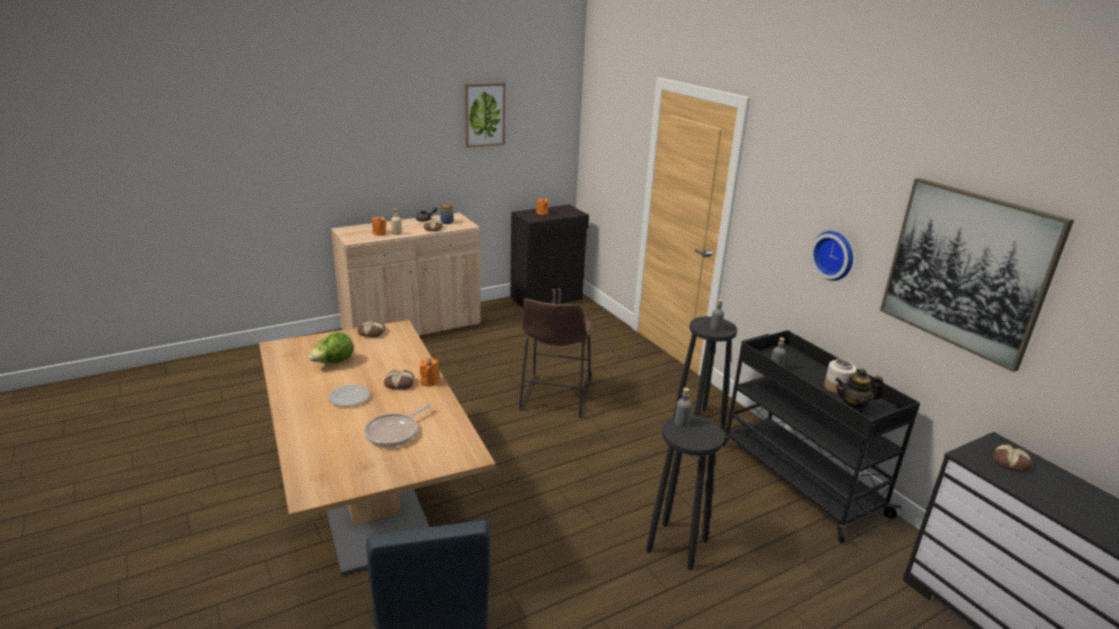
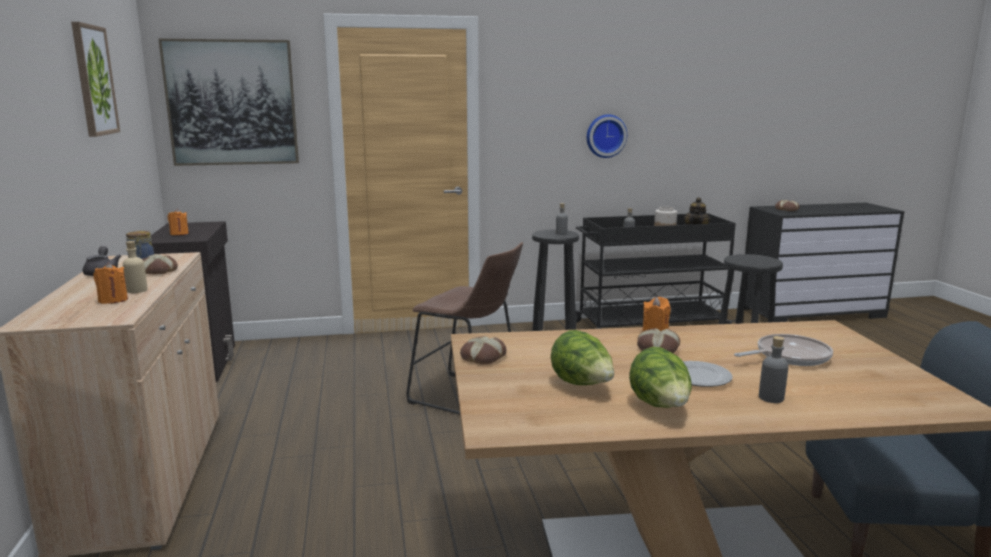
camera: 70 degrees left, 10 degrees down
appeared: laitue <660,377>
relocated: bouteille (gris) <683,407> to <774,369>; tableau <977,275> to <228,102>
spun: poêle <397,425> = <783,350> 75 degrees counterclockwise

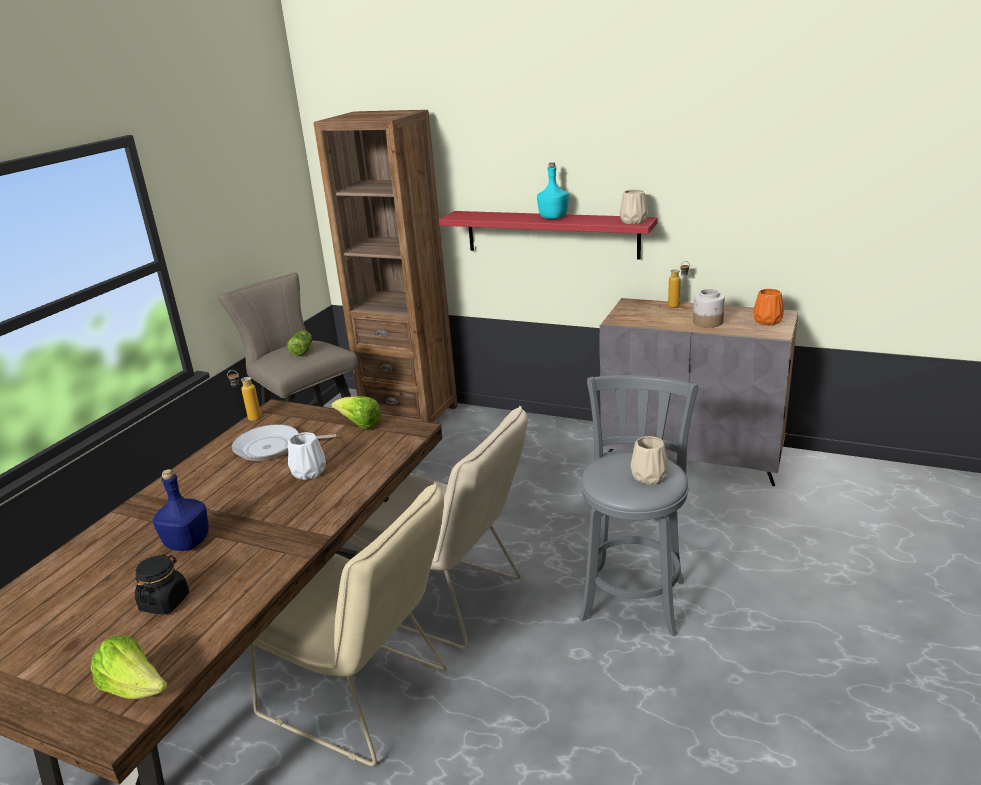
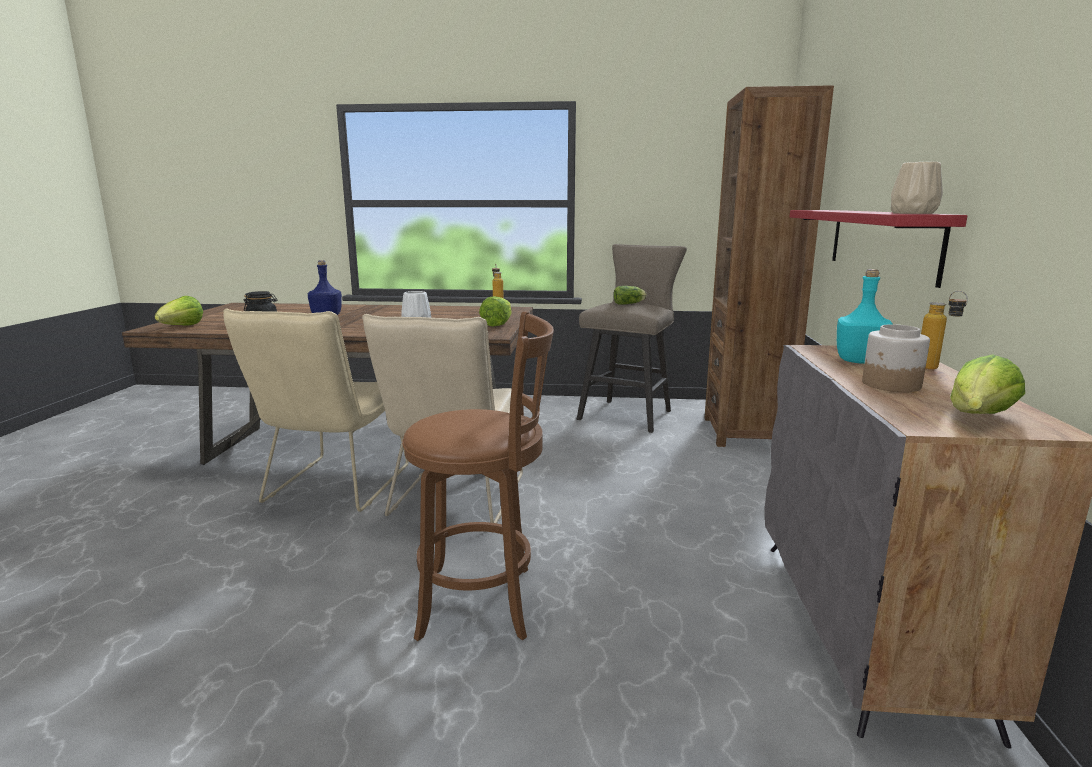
camera: 70 degrees right, 10 degrees down
missing: poêle <284,442>; vase (beige) <649,460>
relocated: bouteille (turquoise) <553,190> to <865,316>
exchanged: vase (orange) <768,307> to laitue <987,384>
colour: tabouret (gris) <638,505> to tabouret (marron) <478,476>

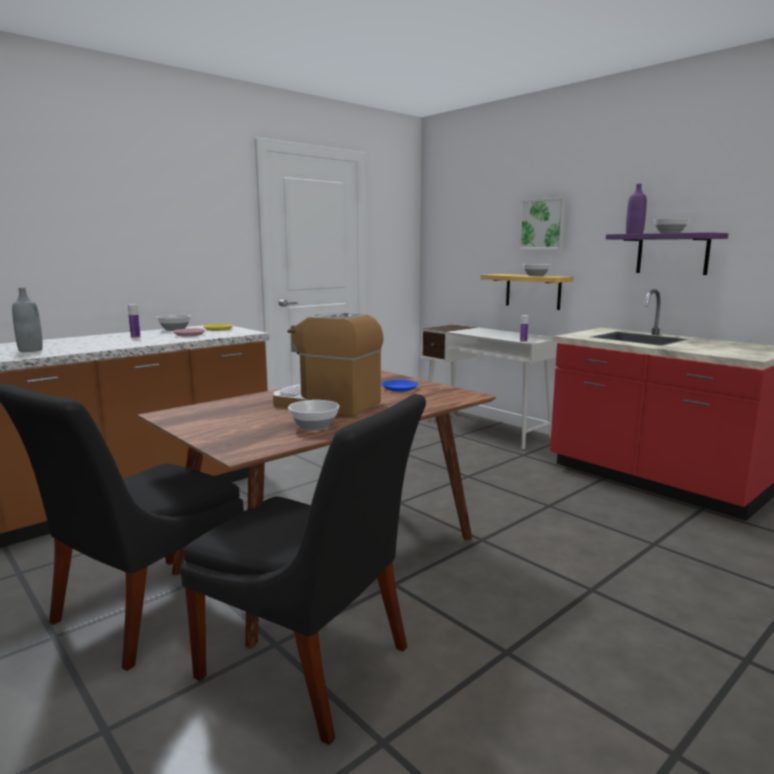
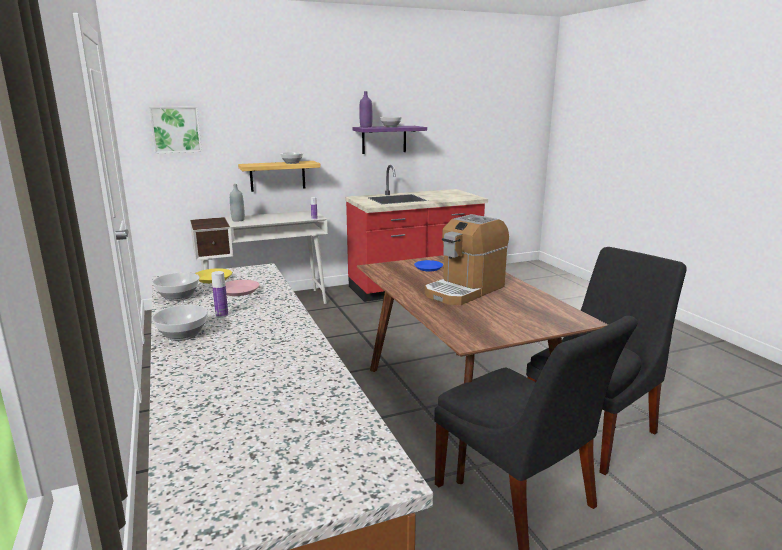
camera: 70 degrees left, 5 degrees up
relocated: bouteille (gris) <27,320> to <237,203>; bol <313,415> to <180,323>; tableau <543,223> to <175,130>

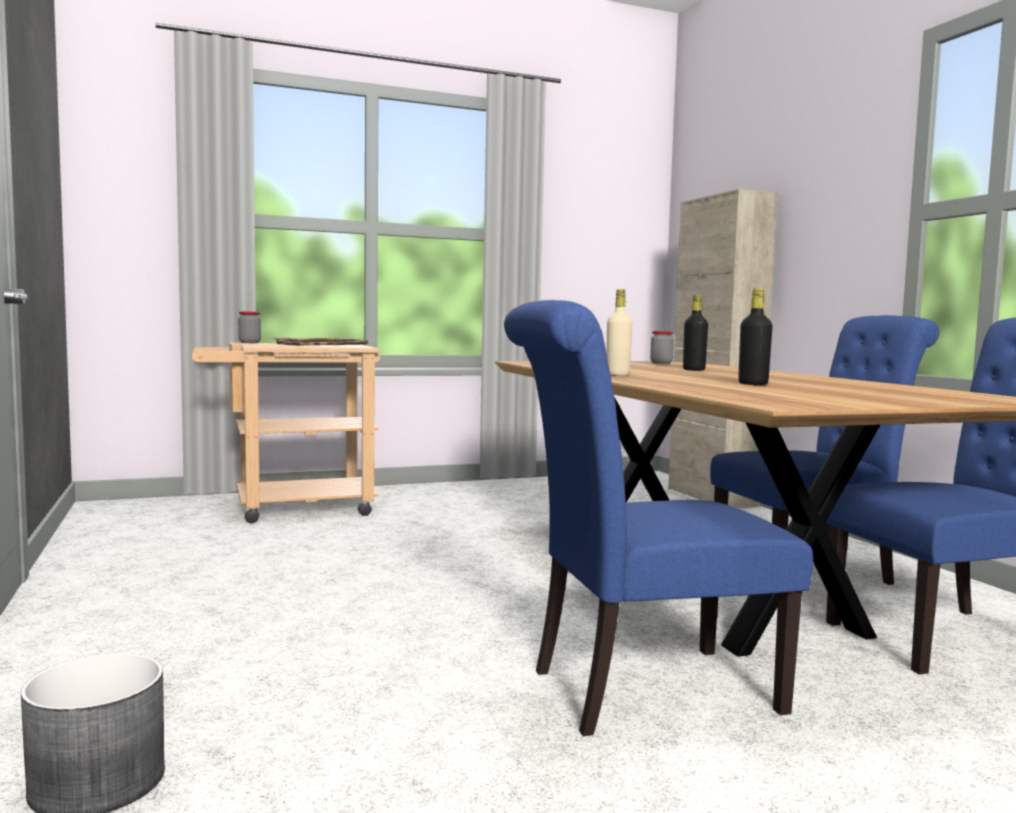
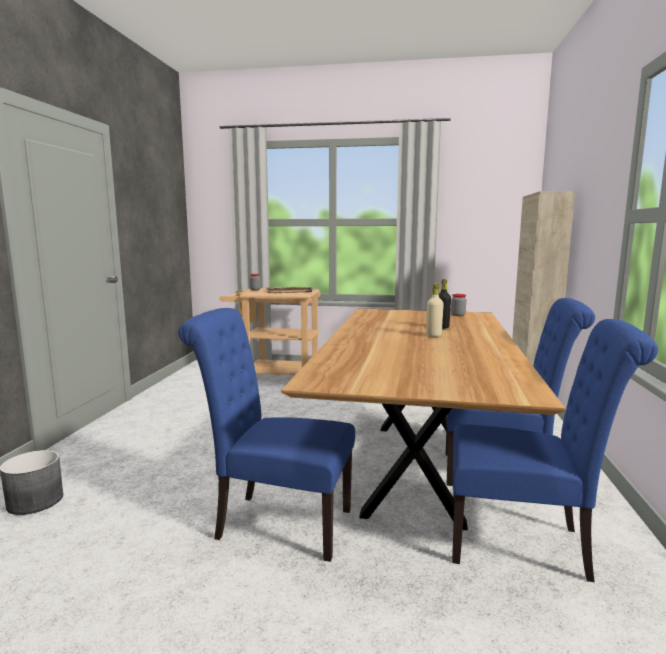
camera: 30 degrees right, 5 degrees up
missing: bouteille (noir) <755,336>
relocated: bouteille (beige) <619,332> to <435,310>

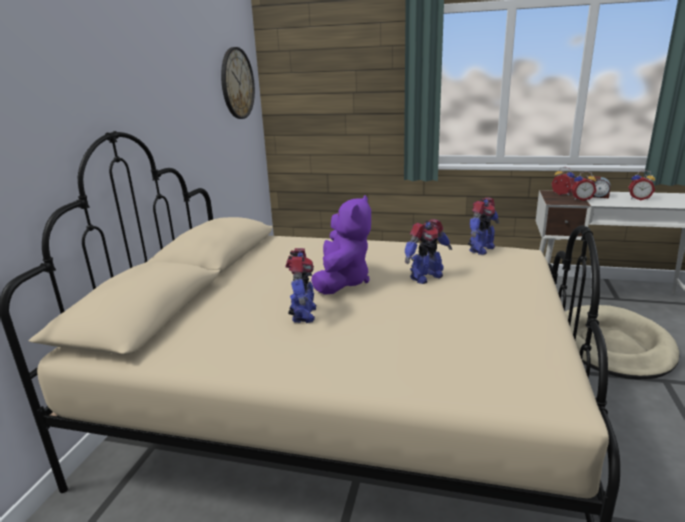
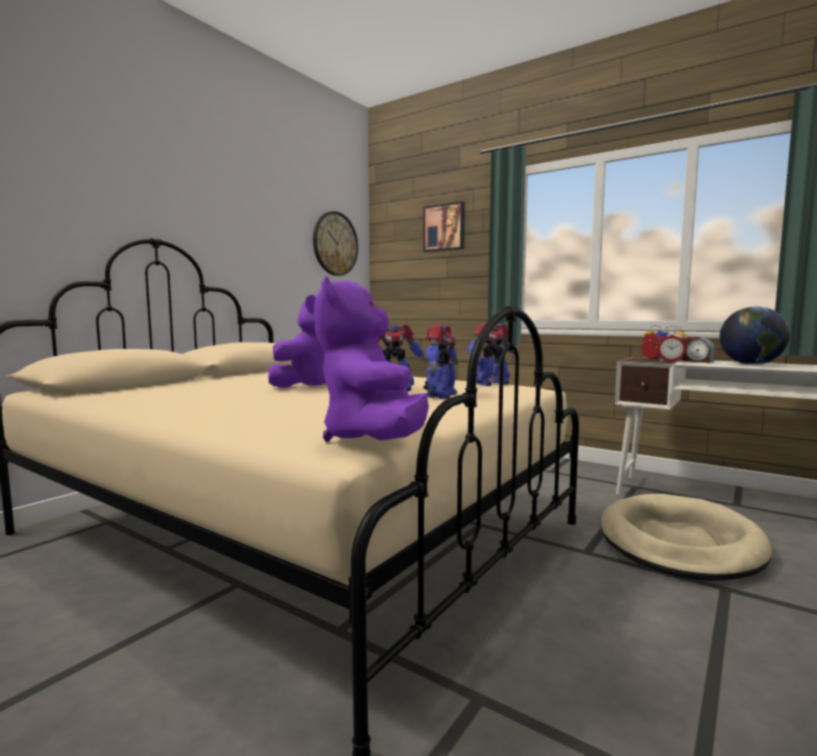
camera: 20 degrees right, 15 degrees down
appeared: peluche (violet) <371,359>; tableau <444,226>
relocated: robot jouet <300,285> to <440,361>
exchanged: réveil <641,185> to globe <755,336>

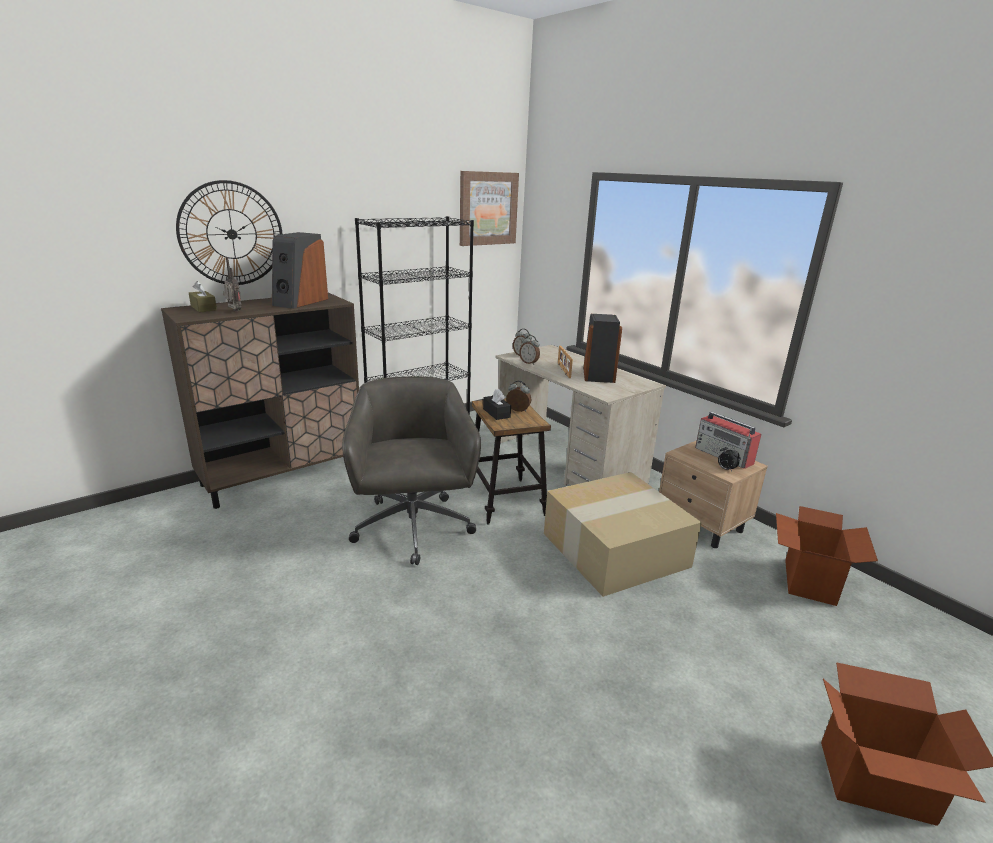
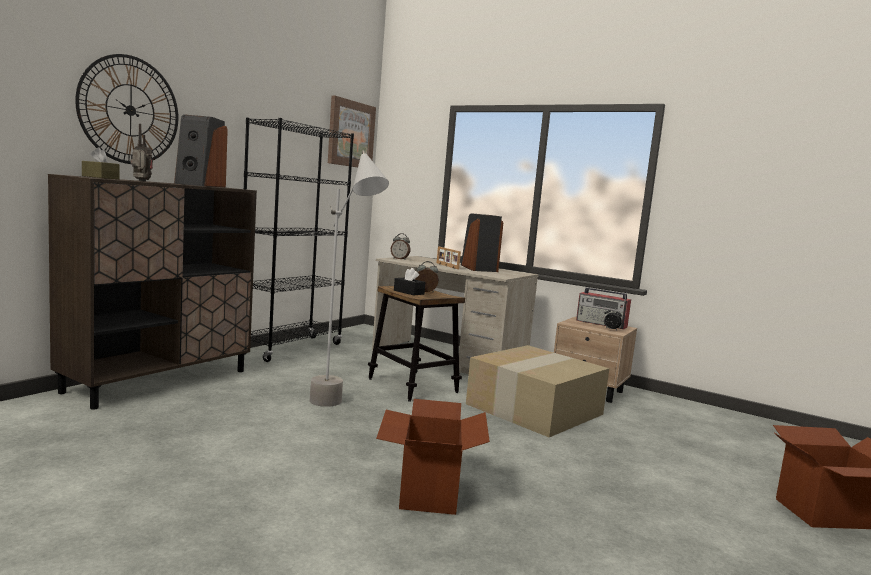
camera: 20 degrees left, 15 degrees down
missing: réveil <529,350>
relocated: carton <827,556> to <433,457>
exchanged: chaise de bureau (gris) <411,470> to lampadaire (gris) <349,278>

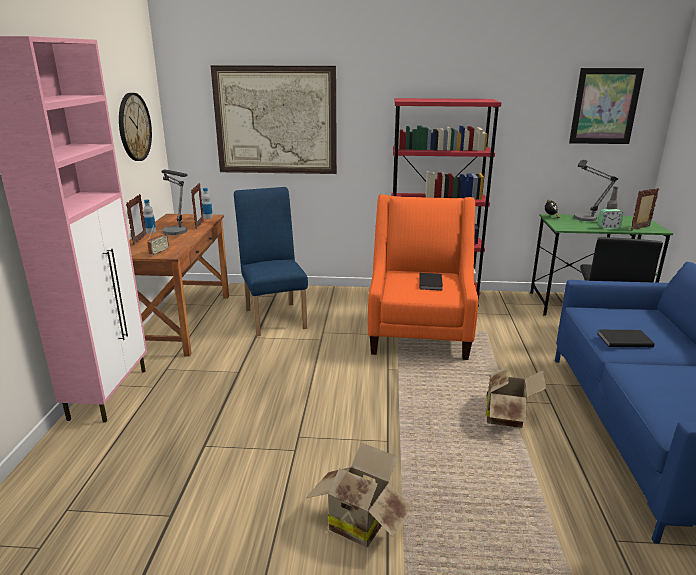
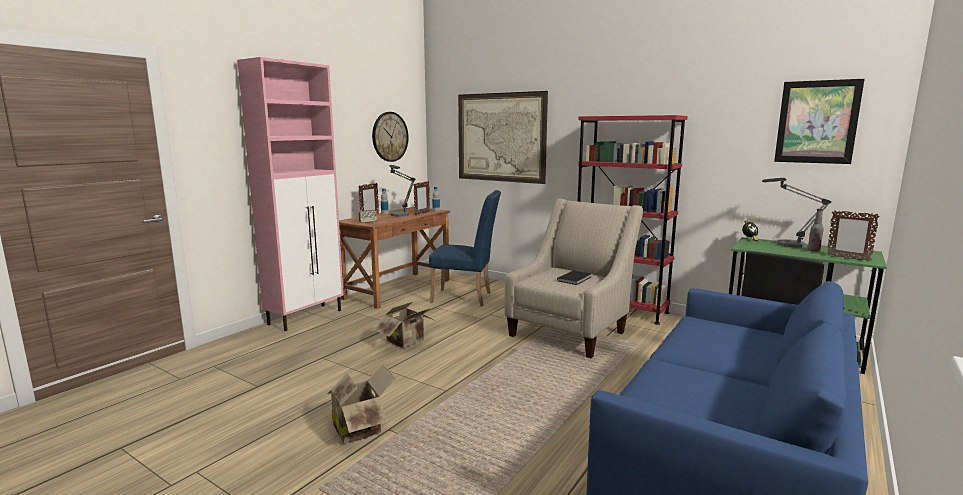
camera: 30 degrees right, 10 degrees down
missing: réveil <610,219>; livre (noir) <626,338>
relocated: carton <516,397> to <403,325>
colour: fauteuil (orange) <423,277> to fauteuil (beige) <574,278>
spun: chaise (bleu) <271,261> = <465,248> 90 degrees clockwise; cadre photo <645,209> = <853,236> 135 degrees counterclockwise

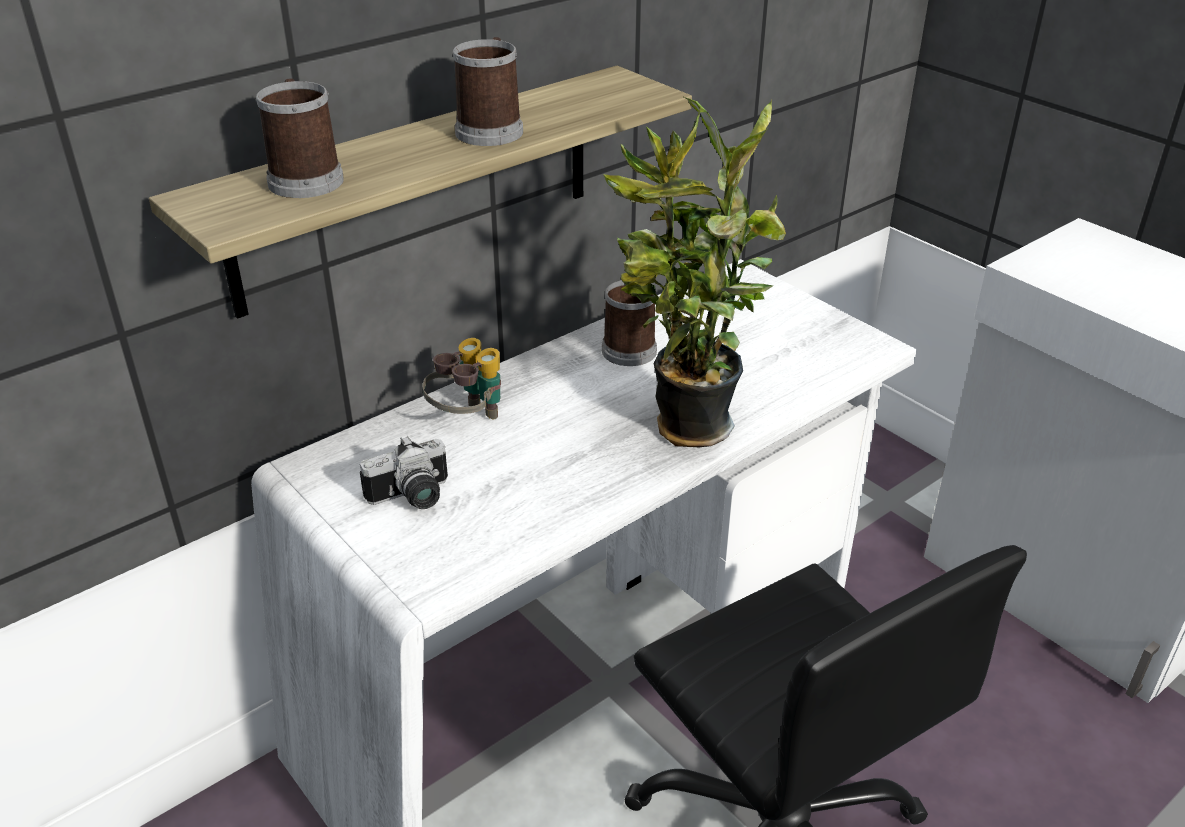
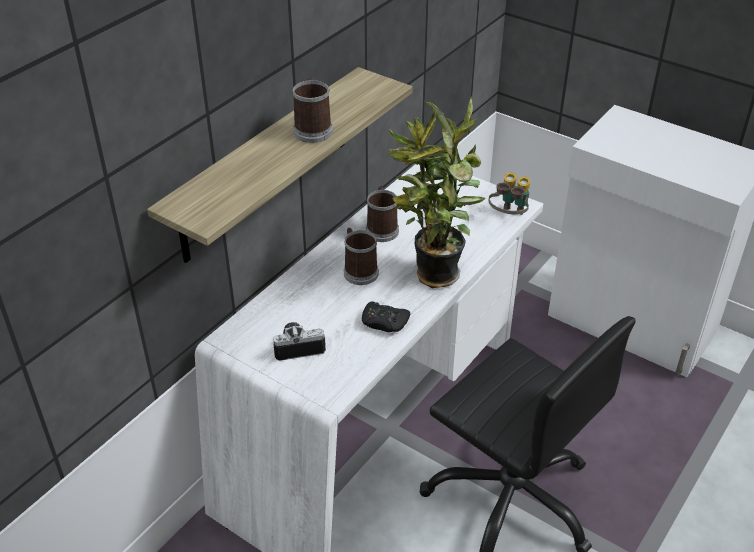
camera: 15 degrees left, 5 degrees up
appeared: manette (noir) <386,316>
relocated: mug <299,138> to <361,256>; jumelles <461,378> to <509,193>
spun: appareil photo <404,472> = <299,341> 150 degrees counterclockwise

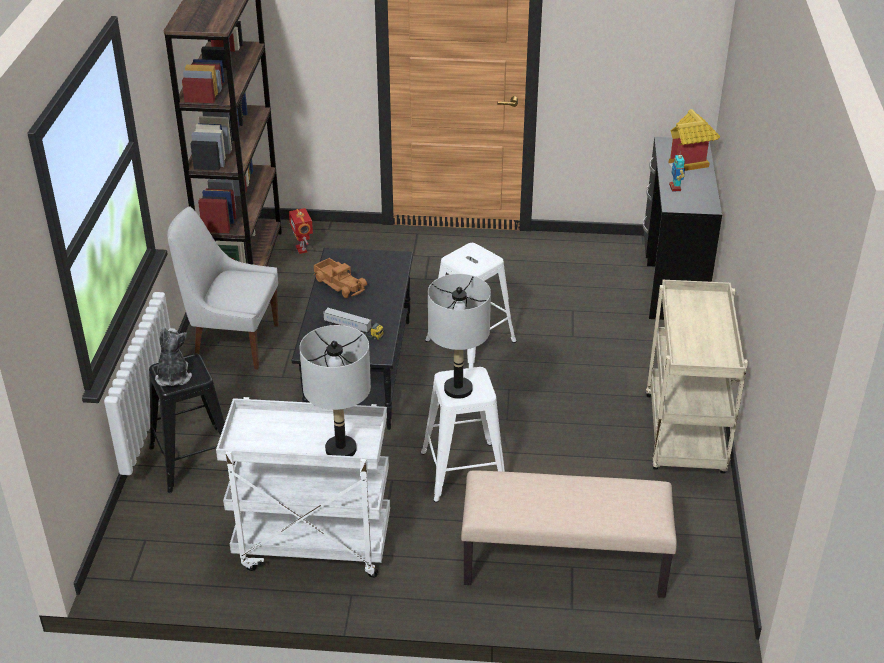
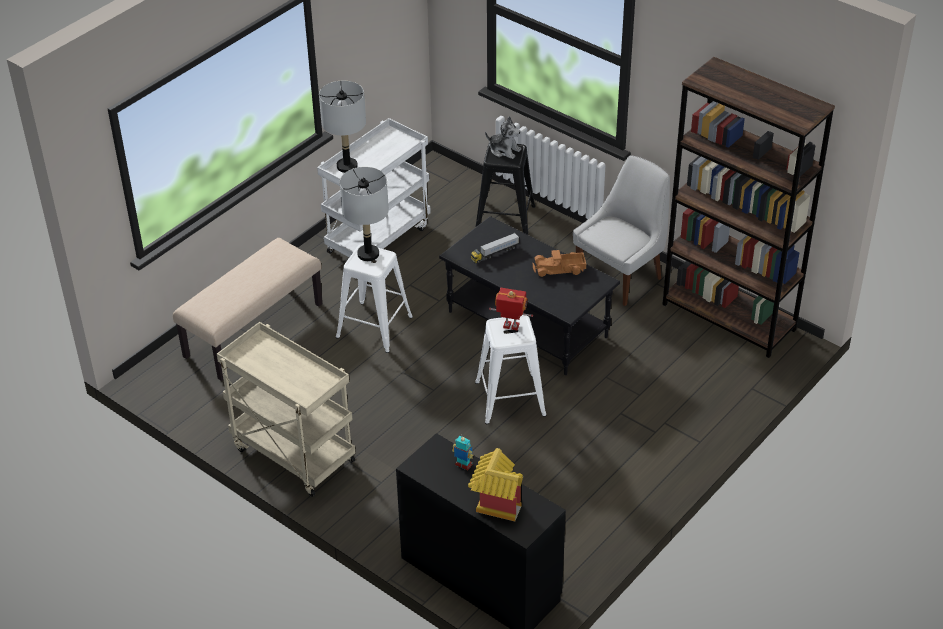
camera: 125 degrees right, 5 degrees up
relocated: robot jouet <301,231> to <511,309>

